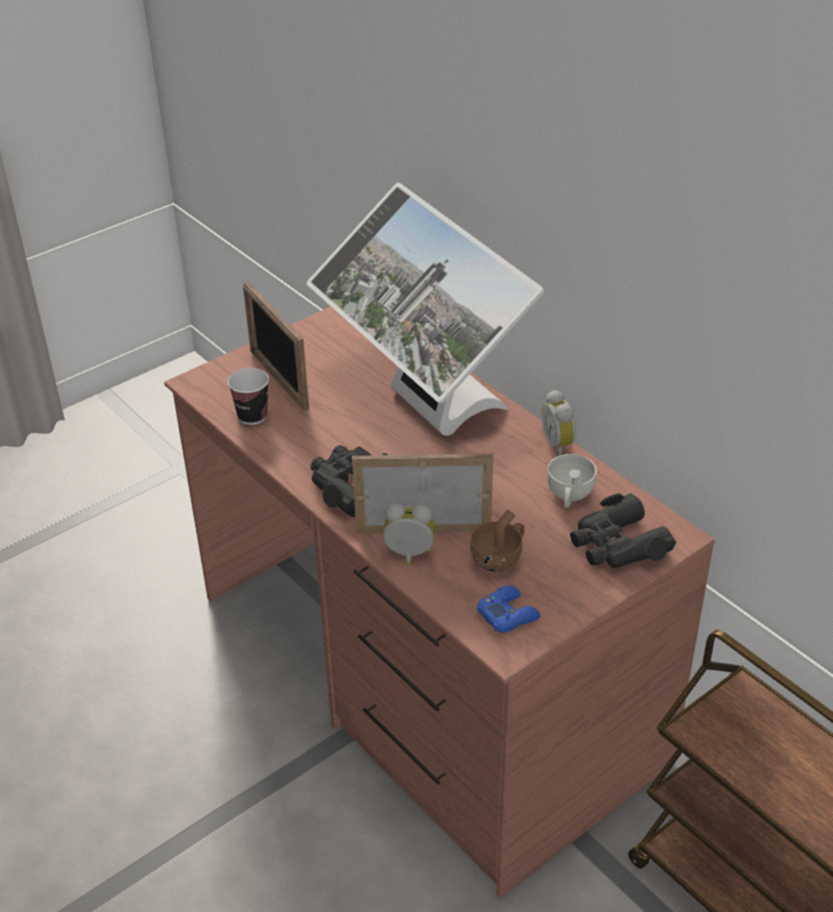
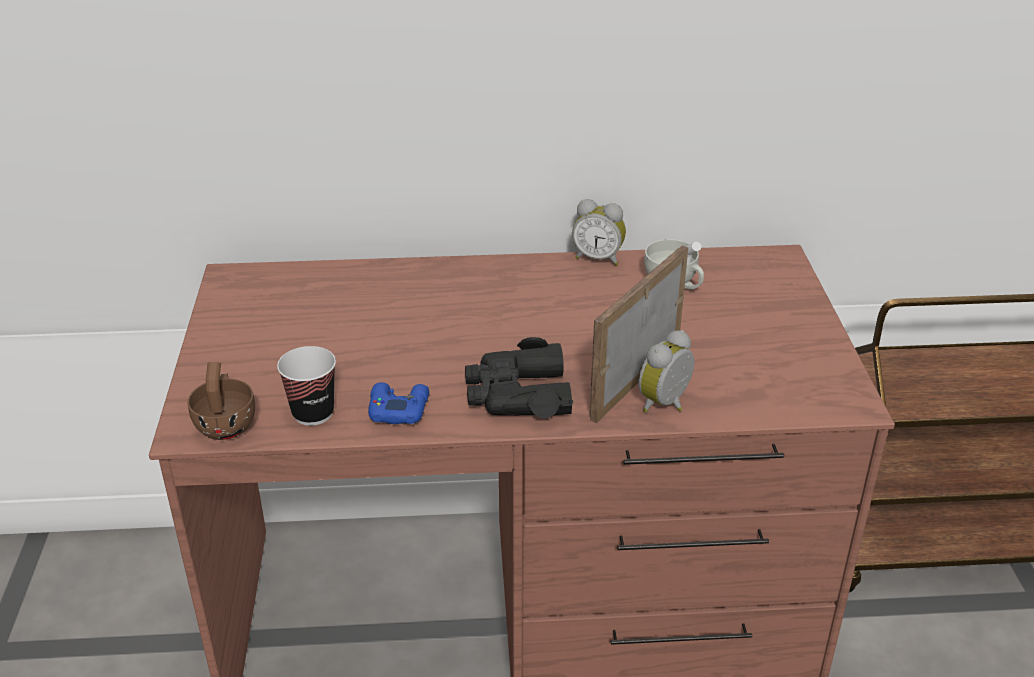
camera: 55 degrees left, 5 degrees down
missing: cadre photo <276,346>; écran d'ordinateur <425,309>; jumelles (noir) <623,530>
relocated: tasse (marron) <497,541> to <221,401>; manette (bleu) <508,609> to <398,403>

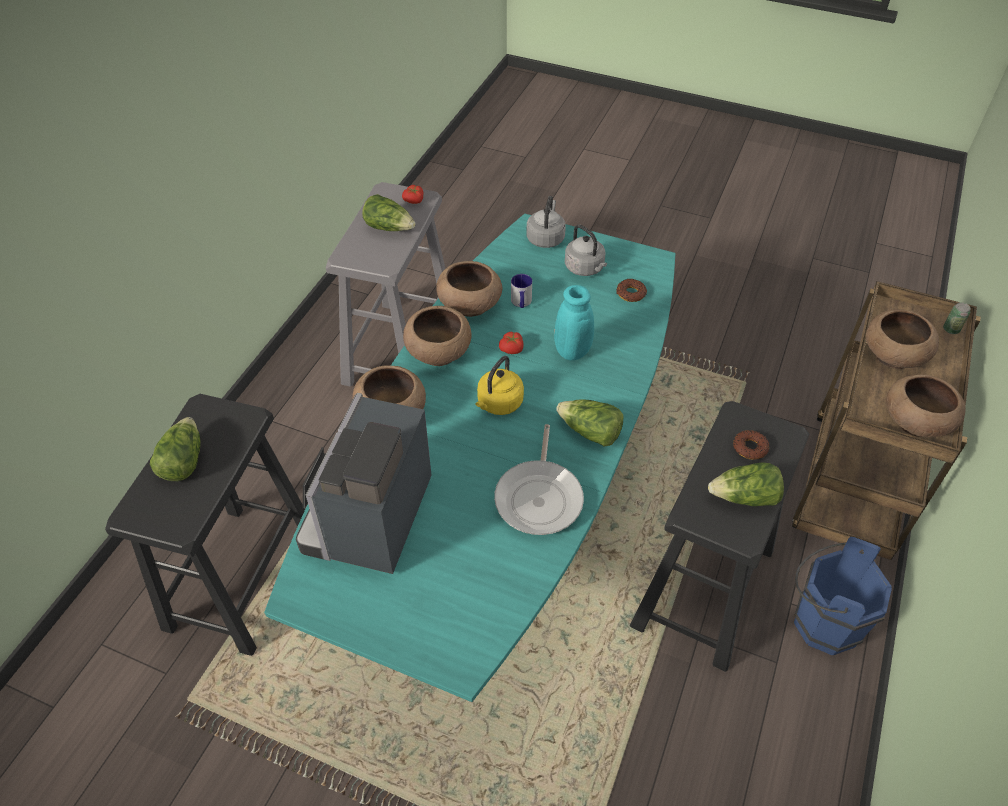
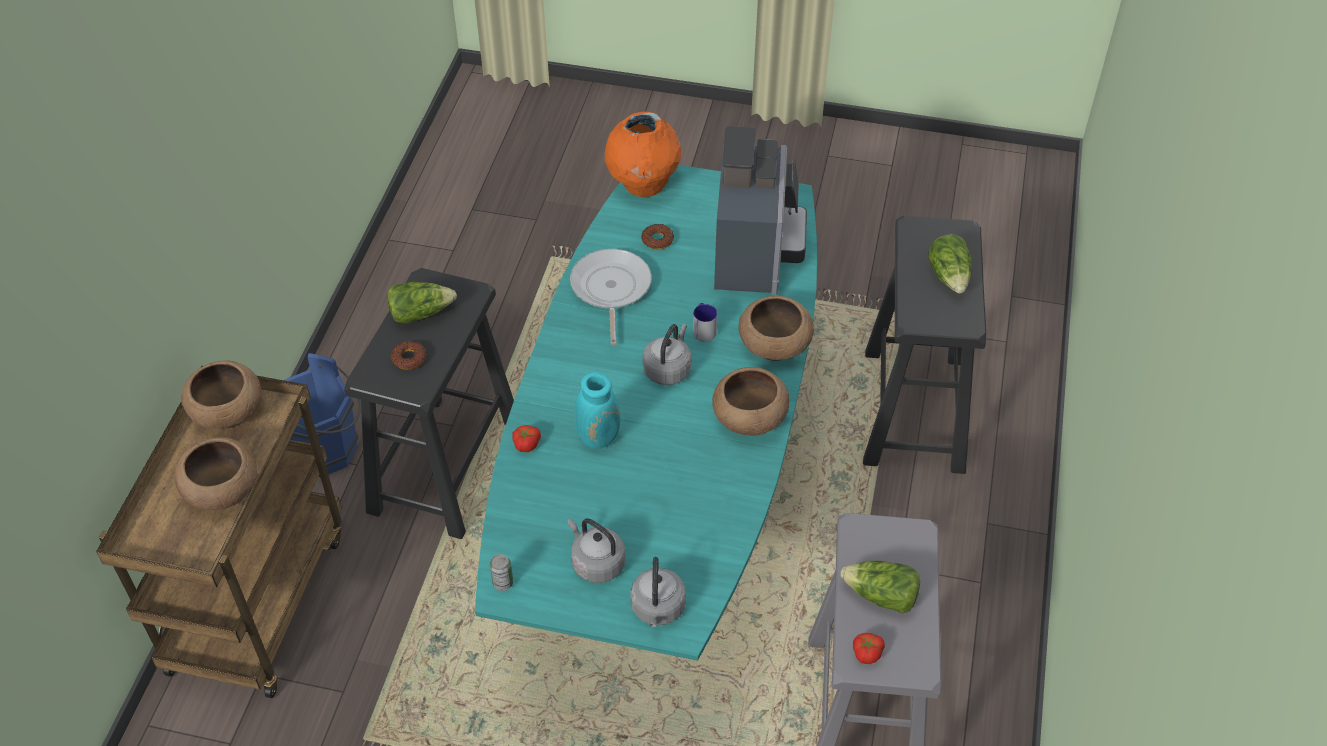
camera: 170 degrees right, 0 degrees up
missing: bol (marron) <469,289>; laitue <590,423>
appeared: vase (orange) <643,154>
relocated: tomate <511,342> to <526,438>; mug <521,291> to <705,322>; beignet <631,290> to <657,237>; boîte métallique <957,318> to <501,572>
colour: bouilloire (jaune) <499,385> to bouilloire (gris) <667,354>

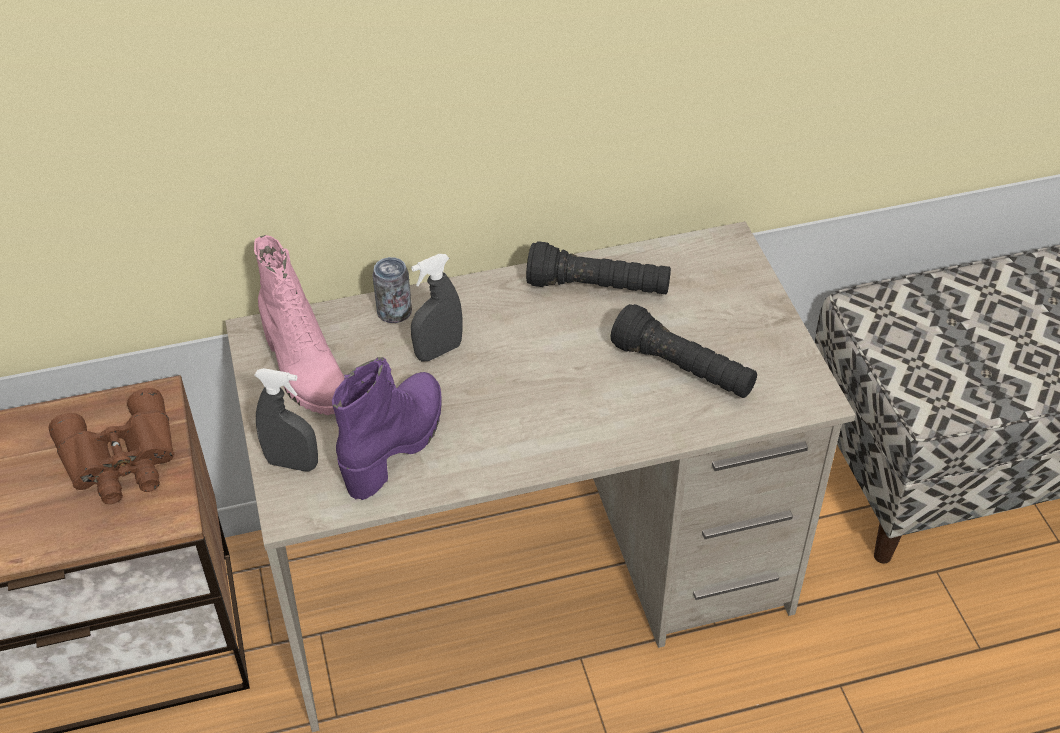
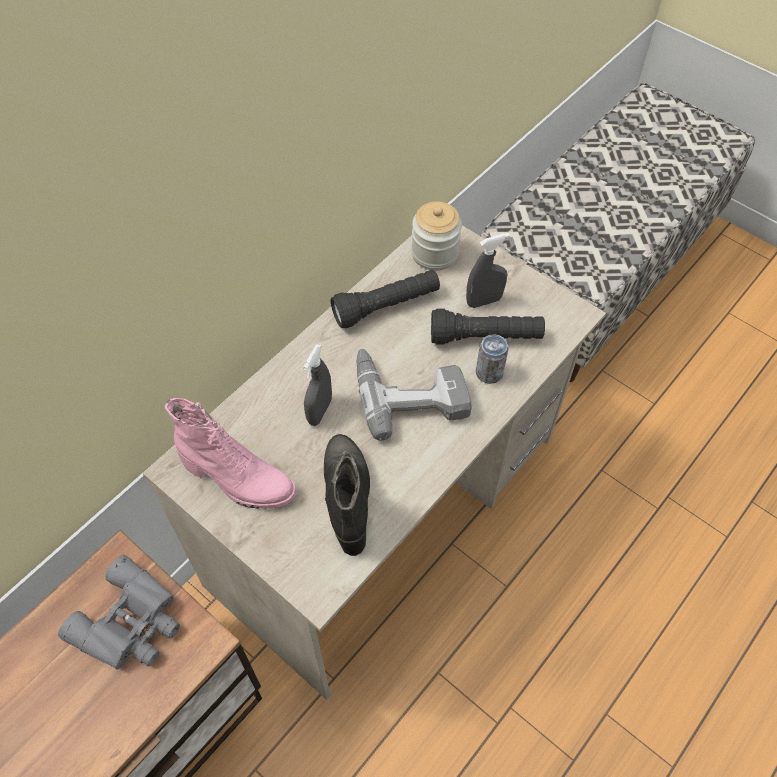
camera: 35 degrees left, 10 degrees up
appeared: perceuse <414,394>; bocal <436,236>
relocated: vaporisateur (gris) <286,420> to <488,270>; boîte métallique <392,290> to <492,359>
colour: jumelles (marron) <111,446> to jumelles (gris) <119,612>; botte (violet) <387,428> to botte (noir) <347,495>

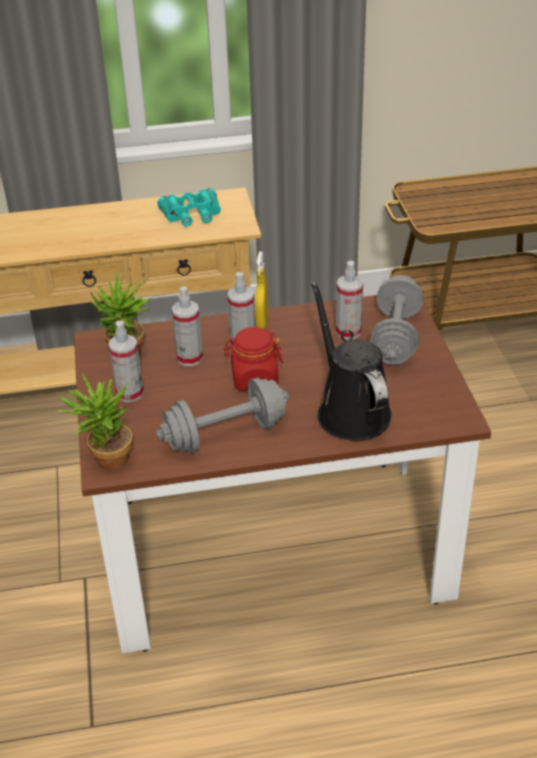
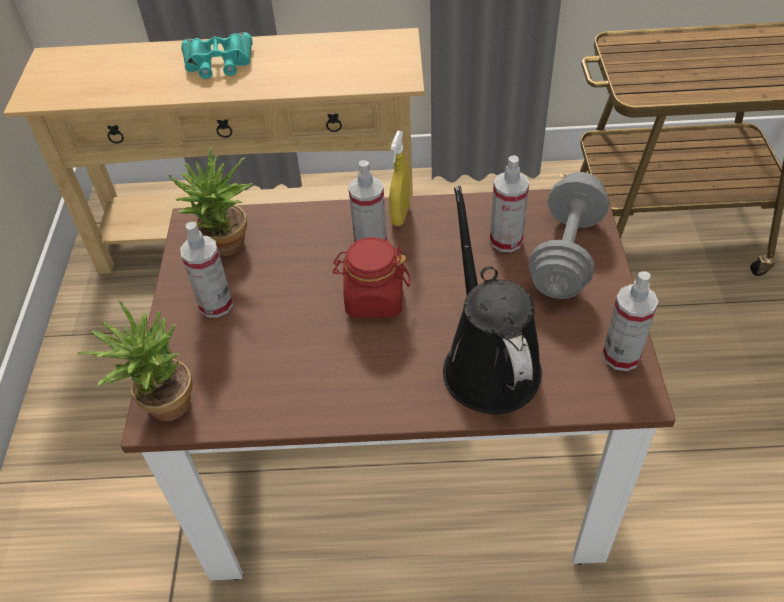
camera: 10 degrees right, 10 degrees up
missing: haltère (gris) <222,415>
relocated: jumelles (turquoise) <189,207> to <216,55>; vaporisateur <187,326> to <630,321>

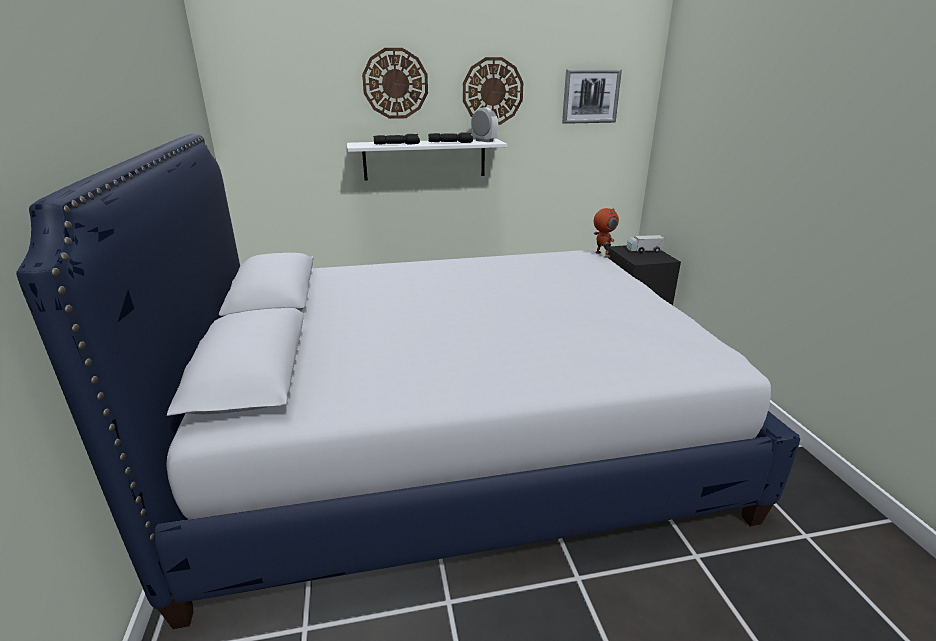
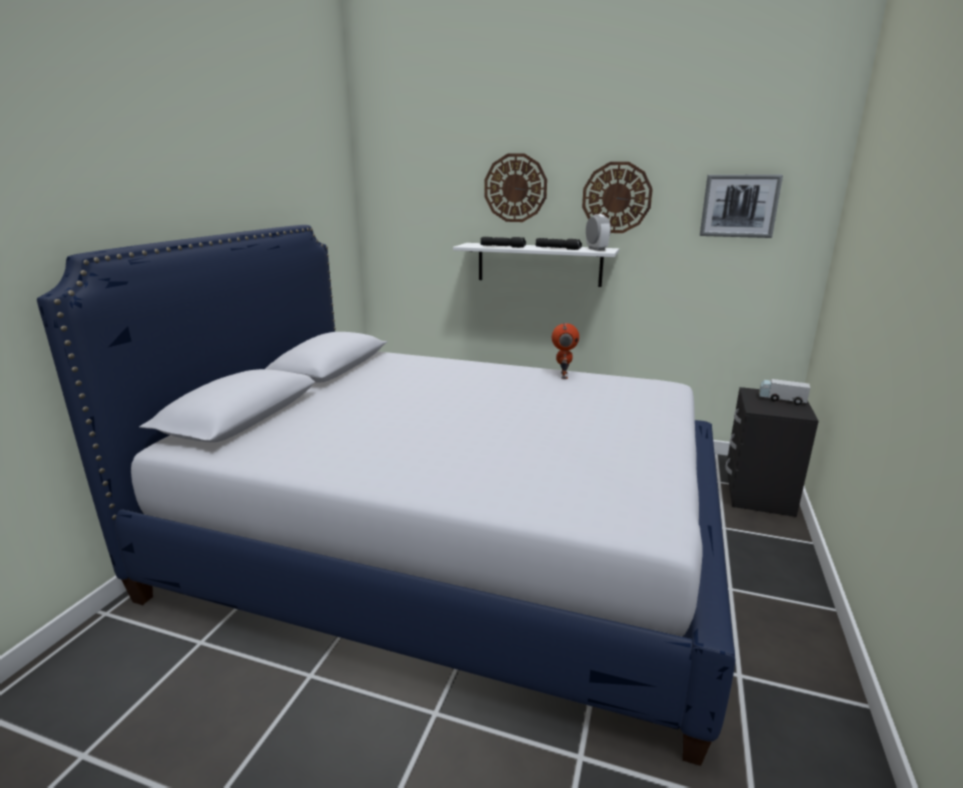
camera: 30 degrees right, 5 degrees down
relocated: robot jouet <606,233> to <565,351>

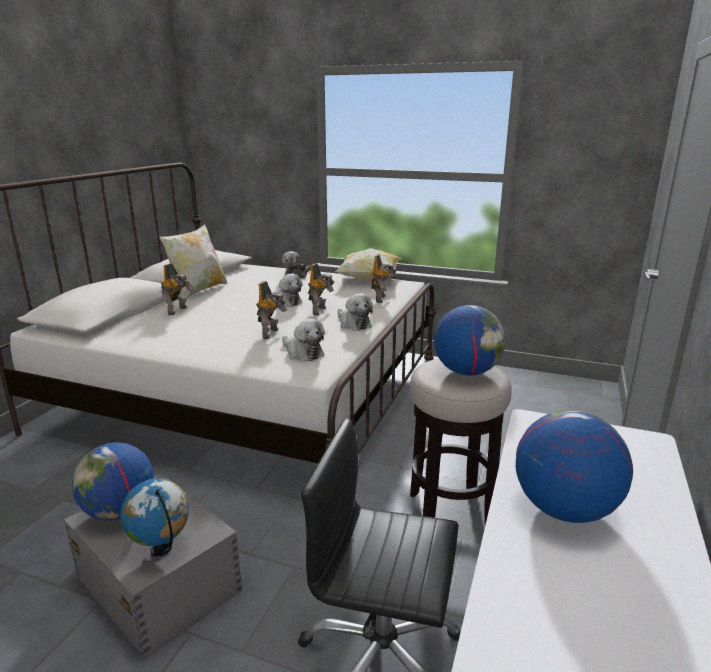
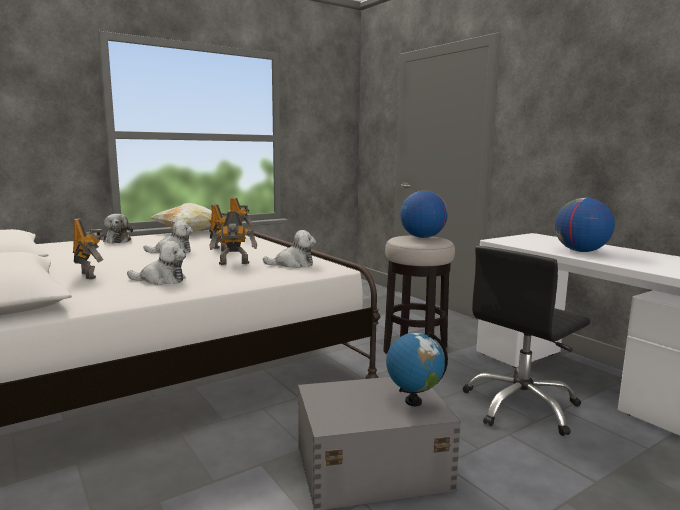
camera: 55 degrees left, 10 degrees down
missing: globe <113,481>; coussin <193,261>
relocated: peluche <355,312> to <156,263>
spun: robot jouet <271,310> = <233,238> 120 degrees clockwise

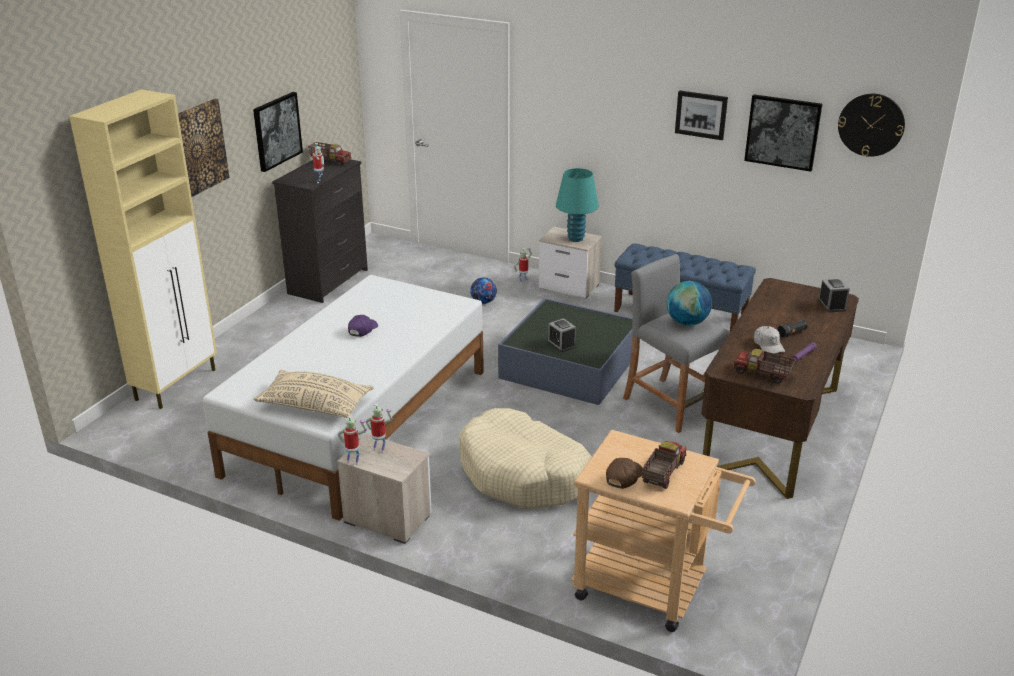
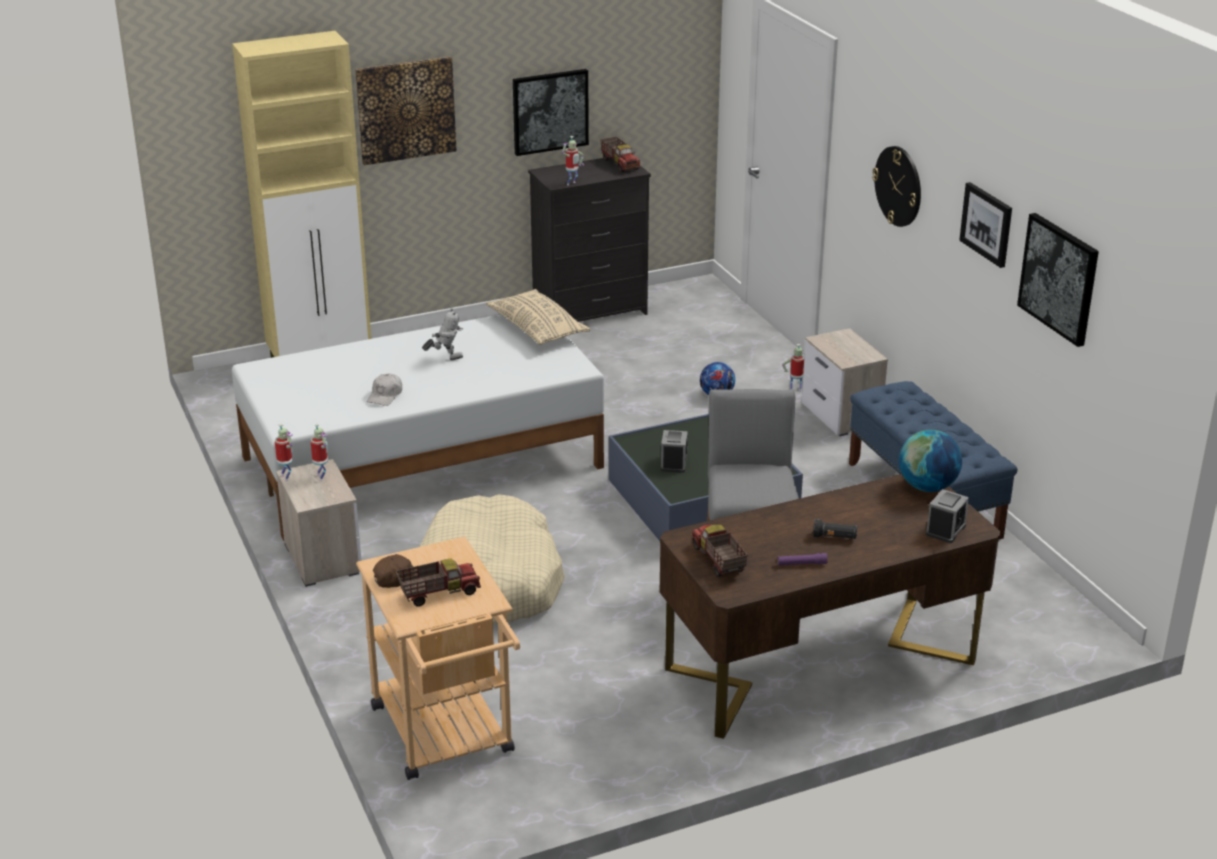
camera: 40 degrees right, 0 degrees up
missing: lampe de table (turquoise) <577,205>
relocated: coussin (beige) <313,394> to <538,317>; globe <689,303> to <930,461>; casquette (blanc) <769,340> to <384,390>; horloge murale <871,125> to <896,186>
exchanged: casquette (violet) <363,326> to robot jouet <442,334>

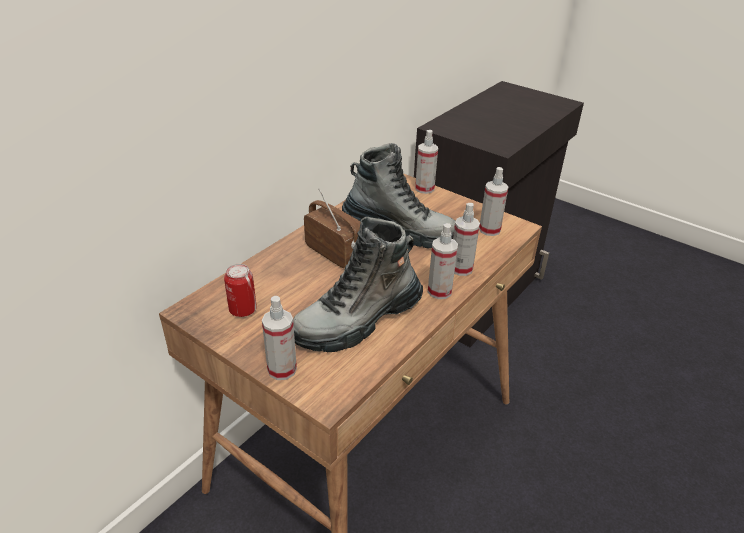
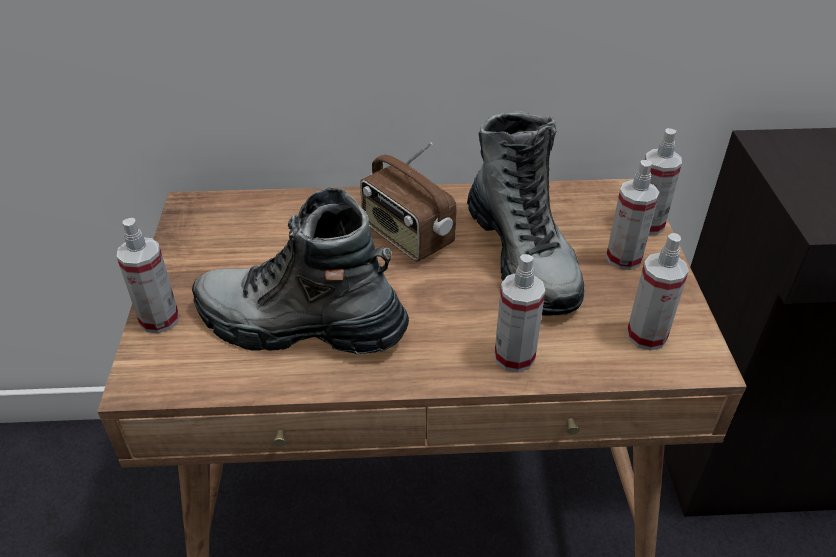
camera: 50 degrees right, 5 degrees up
missing: boîte métallique <240,290>
relocated: vaporisateur <443,261> to <632,215>
spun: radio <332,228> = <408,202> 135 degrees clockwise

